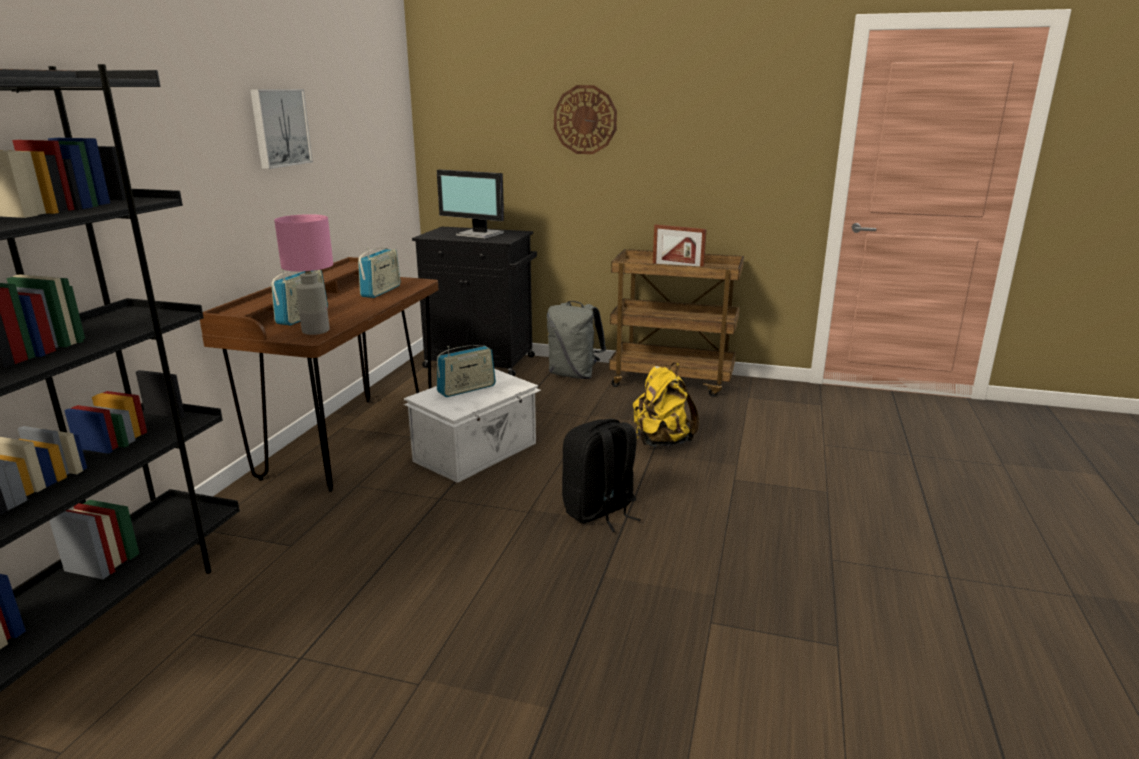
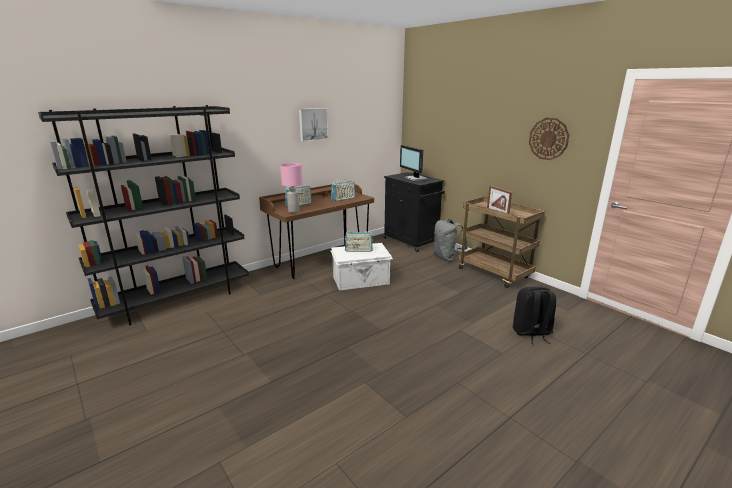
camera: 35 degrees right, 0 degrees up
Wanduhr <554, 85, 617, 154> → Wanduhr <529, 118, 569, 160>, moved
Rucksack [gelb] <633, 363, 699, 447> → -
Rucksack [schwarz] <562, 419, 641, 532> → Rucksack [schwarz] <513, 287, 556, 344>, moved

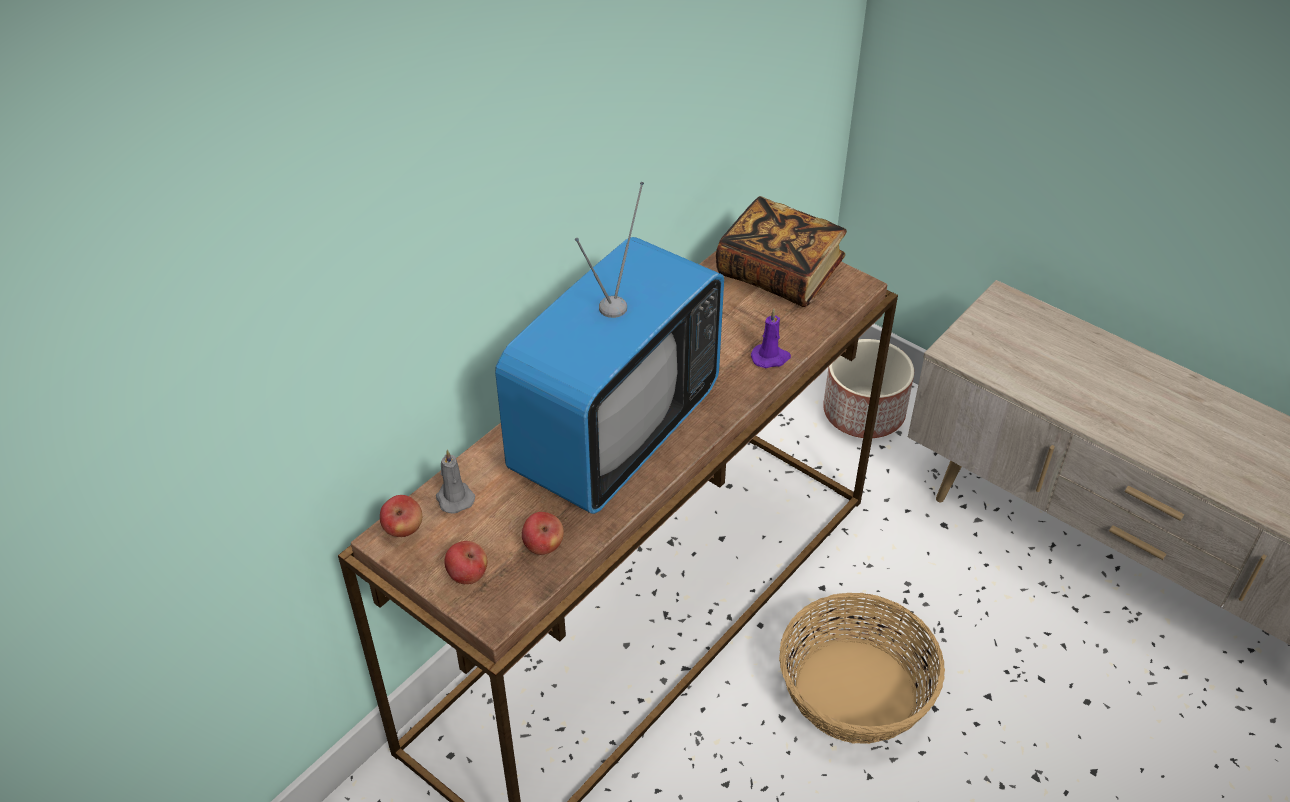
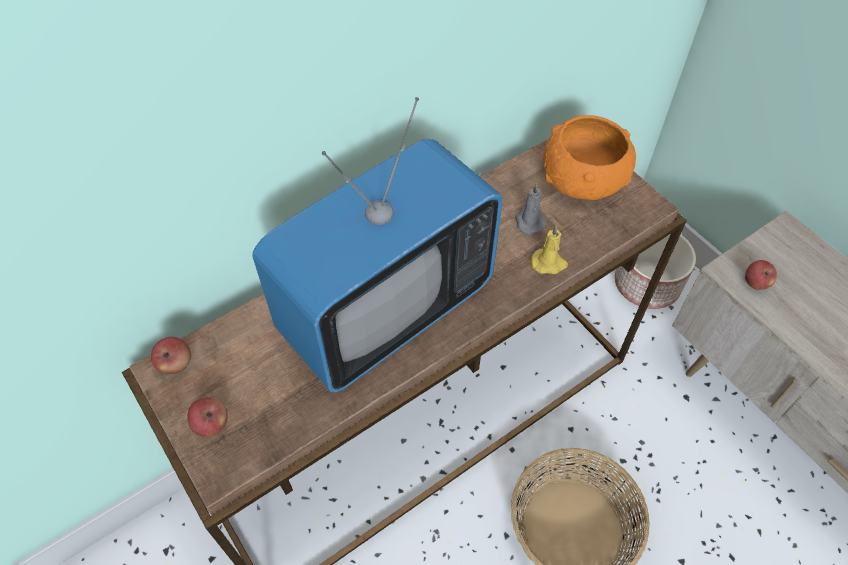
camera: 15 degrees right, 10 degrees up
Buch <716, 196, 847, 307> → Schüssel [orange] <543, 115, 636, 200>
Kerze [lila] <751, 309, 791, 368> → Kerze [gelb] <531, 225, 568, 274>
Kerze [grau] <436, 449, 475, 514> → Kerze [grau] <515, 183, 546, 234>, moved
Apfel <522, 512, 564, 555> → Apfel <745, 260, 777, 290>, moved

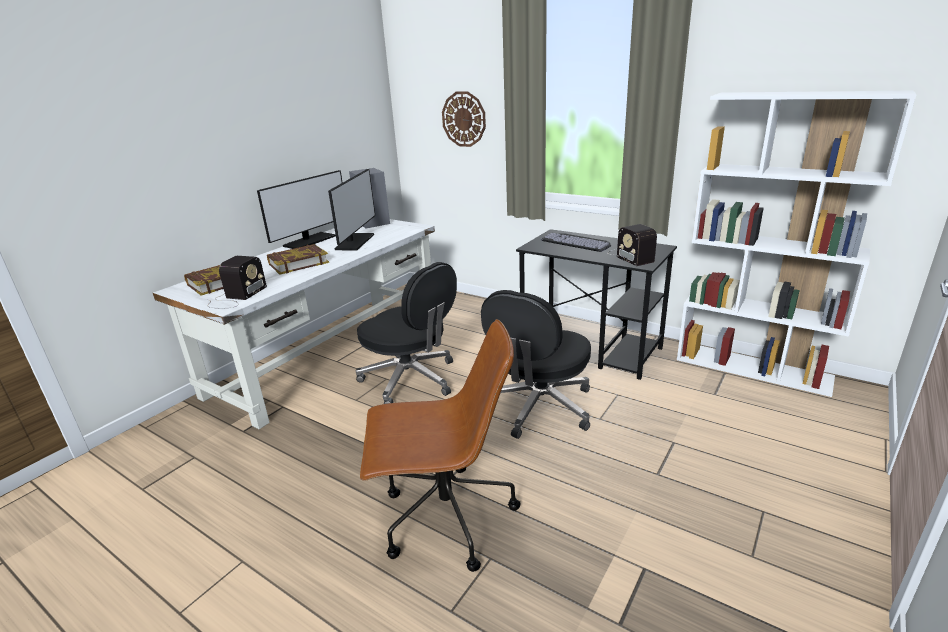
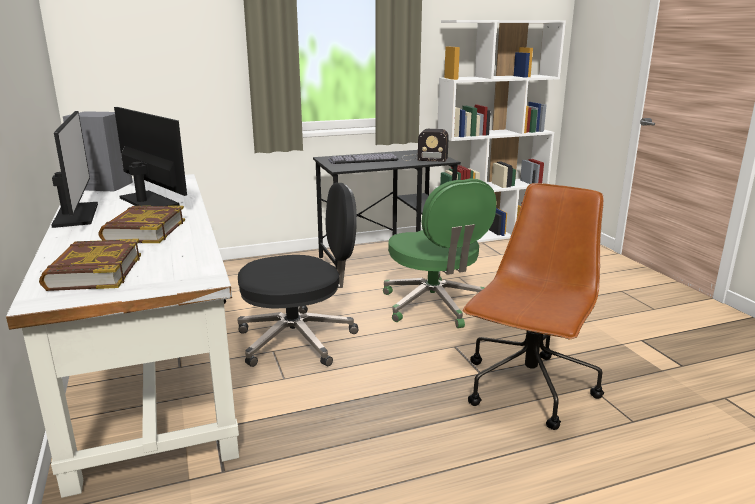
camera: 55 degrees left, 5 degrees down
Wanduhr <442, 91, 486, 147> → -
Radio <206, 256, 267, 308> → -
Bürostuhl [schwarz] <481, 290, 591, 439> → Bürostuhl [grün] <383, 179, 496, 328>

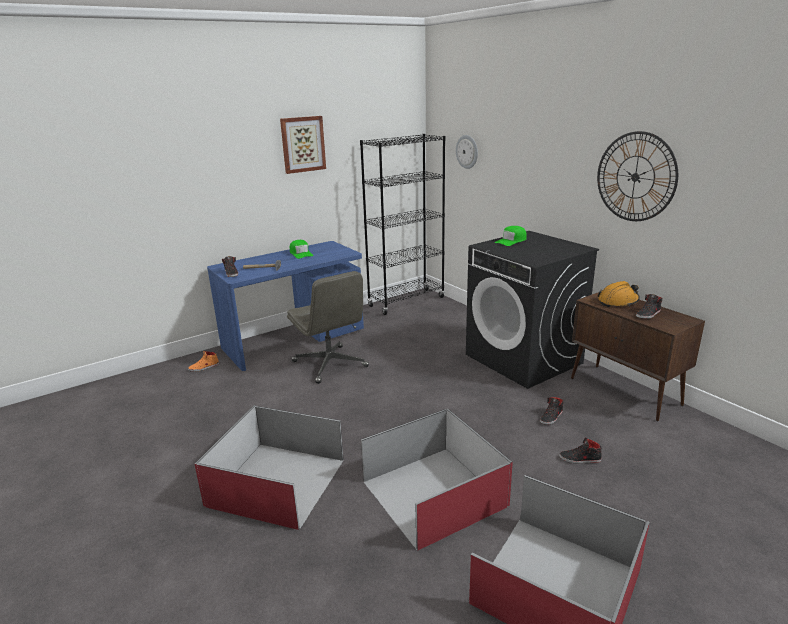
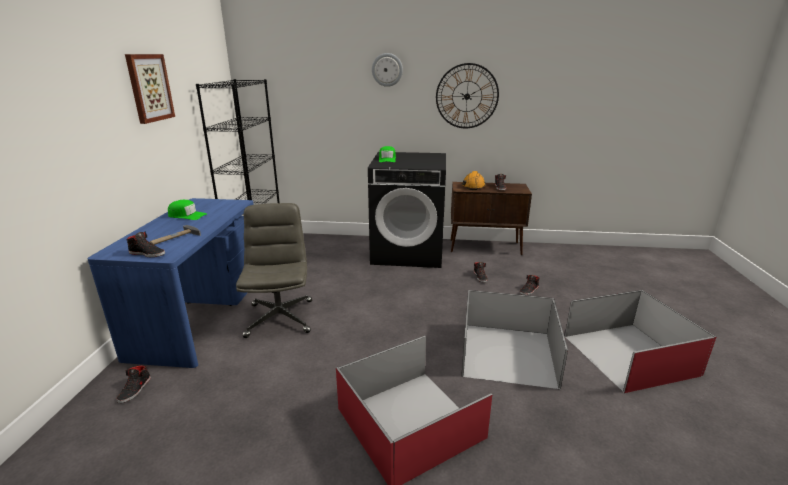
camera: 50 degrees left, 0 degrees up
Wanduhr <456, 135, 478, 169> → Wanduhr <372, 53, 403, 87>, moved
Bürostuhl [grau] <287, 271, 369, 384> → Bürostuhl [grau] <236, 203, 312, 338>, 105 degrees counterclockwise
Schuh [orange] <188, 351, 219, 372> → Schuh [schwarz] <117, 365, 151, 403>

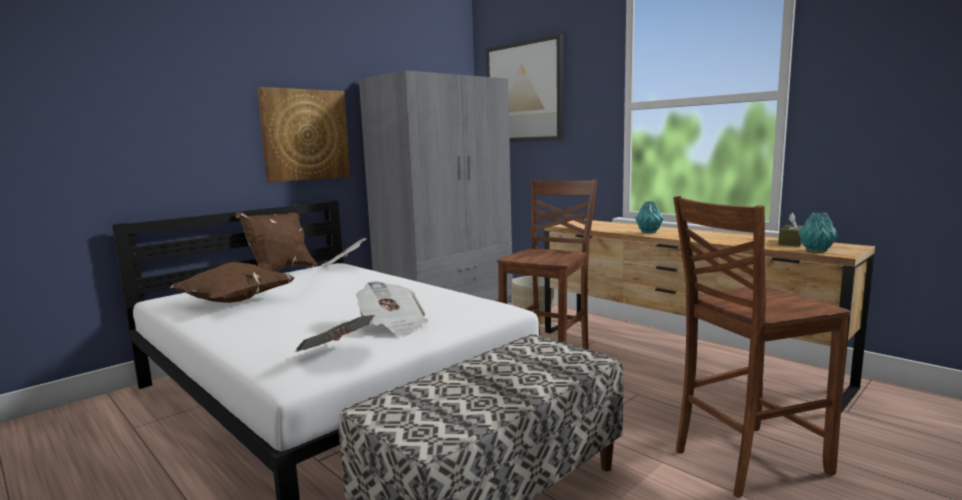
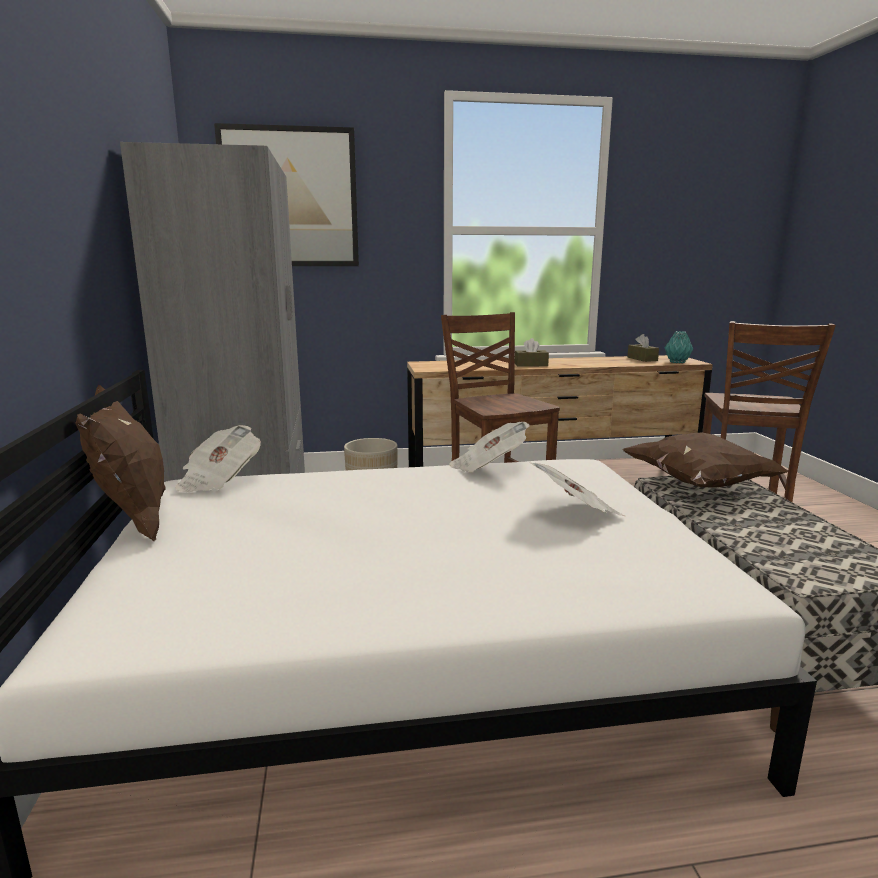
camera: 55 degrees left, 5 degrees up
Bild <257, 87, 350, 182> → -
Vase [türkis] <635, 201, 664, 233> → Taschentuchbox [braun] <515, 338, 549, 367>
Kissen [braun] <169, 262, 295, 303> → Kissen [braun] <622, 433, 789, 488>, moved
Zeitung <295, 315, 374, 352> → Zeitung <449, 422, 530, 473>, moved

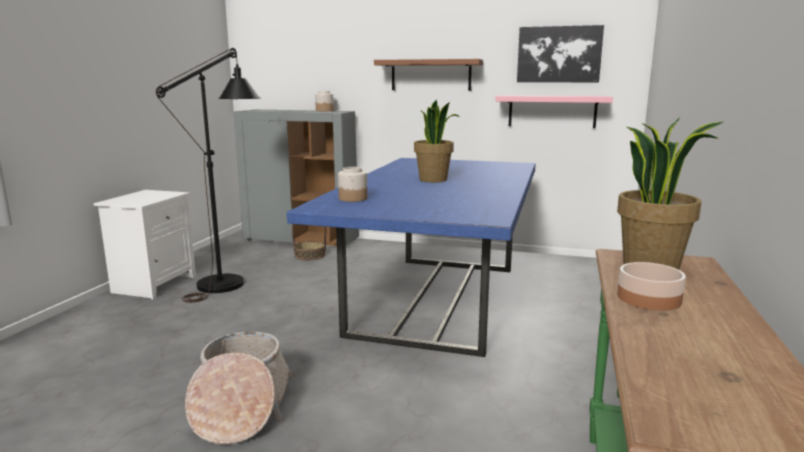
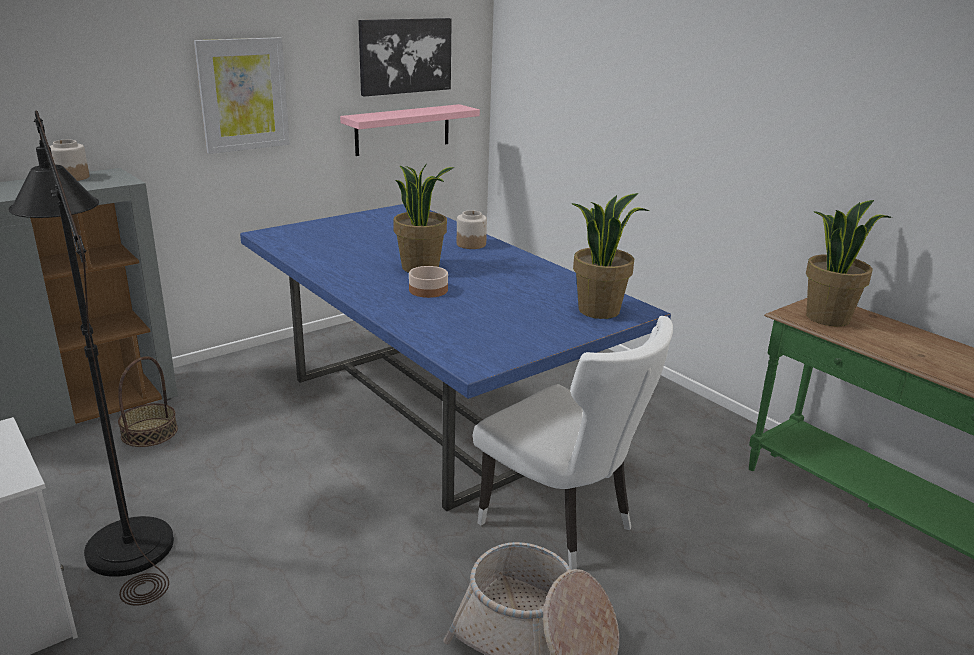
camera: 55 degrees left, 10 degrees up
Wandregal [braun] <374, 59, 483, 91> → Bild <194, 37, 290, 154>
Vorratsglas <338, 167, 367, 202> → Vorratsglas <457, 210, 487, 249>, moved
Schüssel <617, 262, 686, 311> → Schüssel <409, 266, 448, 298>, moved
- → Topfpflanze <571, 193, 649, 319>
- → Stuhl [weiß] <473, 316, 673, 570>

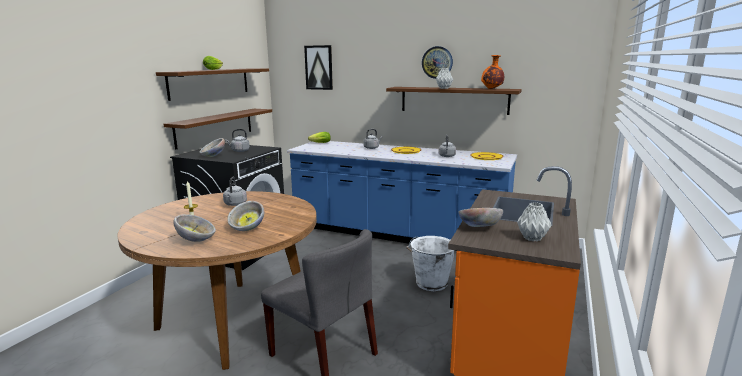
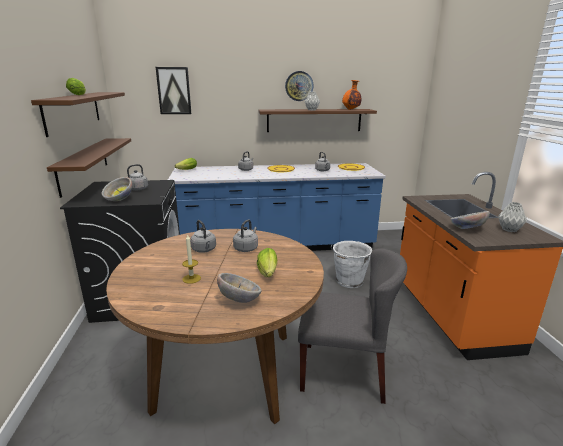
camera: 30 degrees left, 5 degrees up
Schüssel <227, 201, 264, 231> → Salatkopf <257, 248, 277, 277>
- → Wasserkessel [grau] <233, 219, 258, 252>

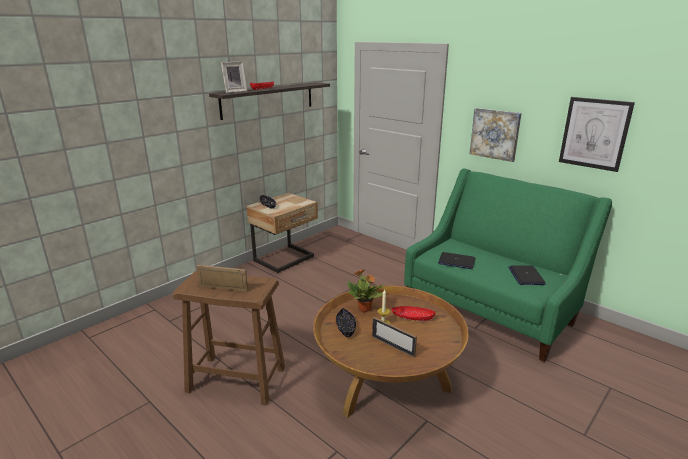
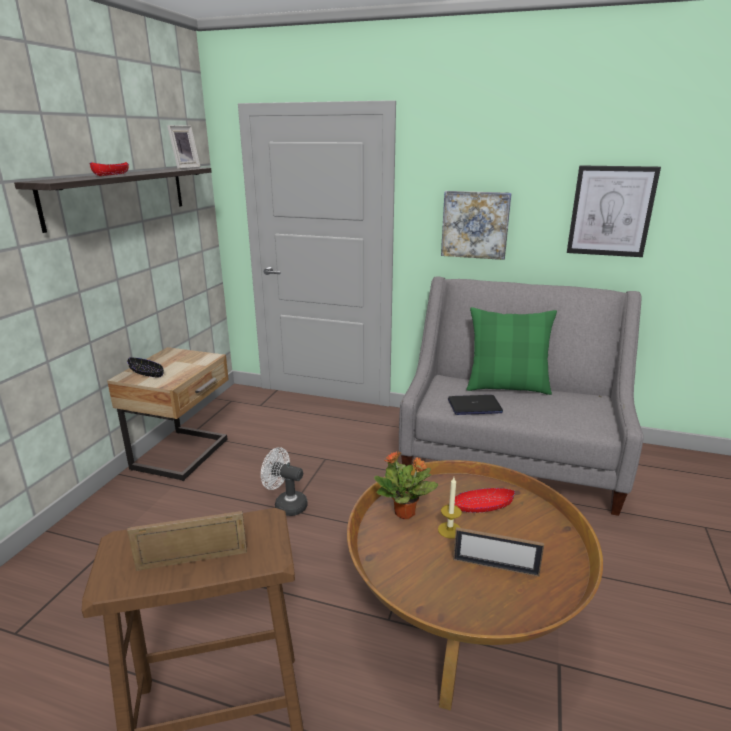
camera: 25 degrees left, 0 degrees up
Bilderrahmen <221, 61, 247, 93> → Bilderrahmen <167, 125, 200, 169>, moved
Sofa [grün] <404, 169, 612, 362> → Sofa [grau] <399, 276, 644, 516>
Laptop <508, 265, 545, 285> → -
Schüssel [schwarz] <336, 308, 356, 338> → -
- → Kissen [grün] <466, 307, 557, 395>
- → Ventilator [weiß] <261, 447, 308, 516>

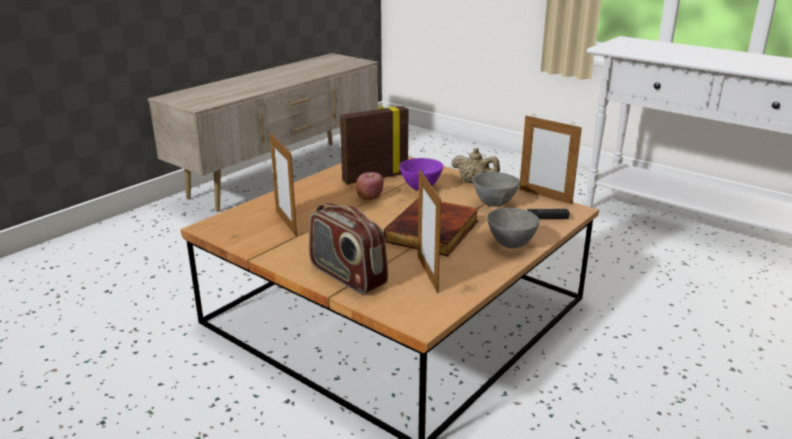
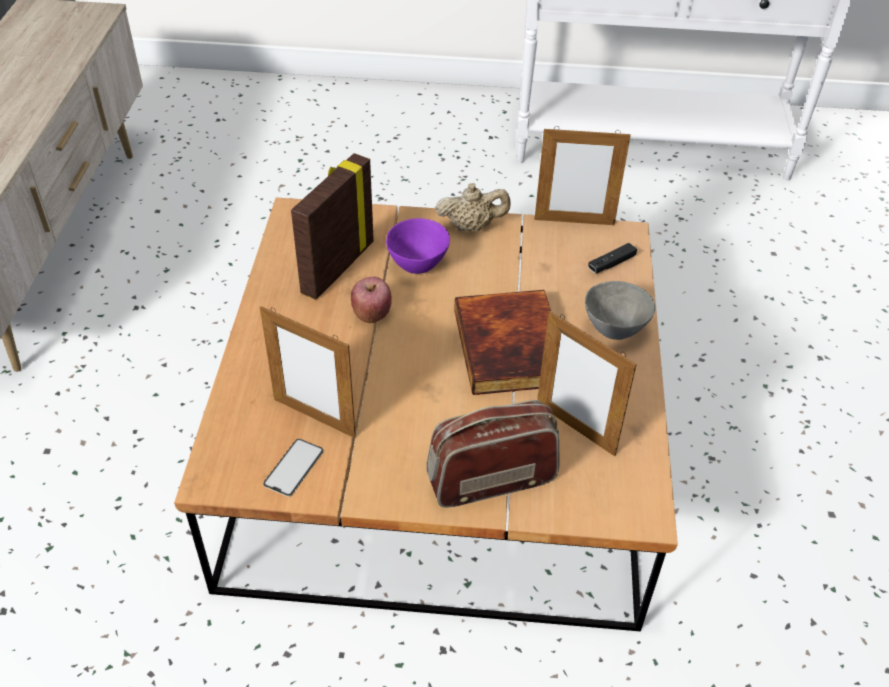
camera: 35 degrees left, 20 degrees up
Schüssel [grau] <473, 172, 520, 207> → -
Radio <309, 202, 388, 294> → Radio <426, 400, 560, 508>, 150 degrees clockwise
- → Handy <263, 439, 324, 497>

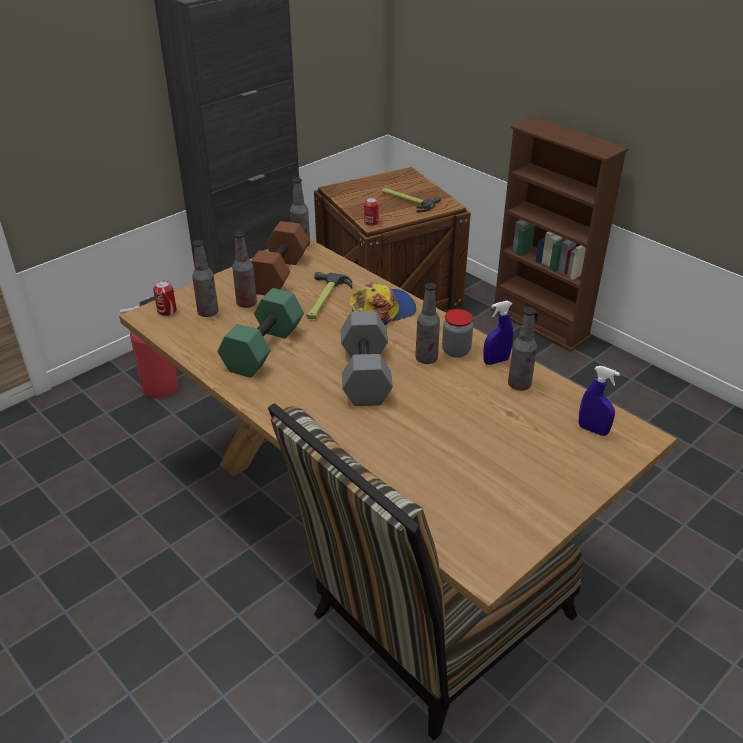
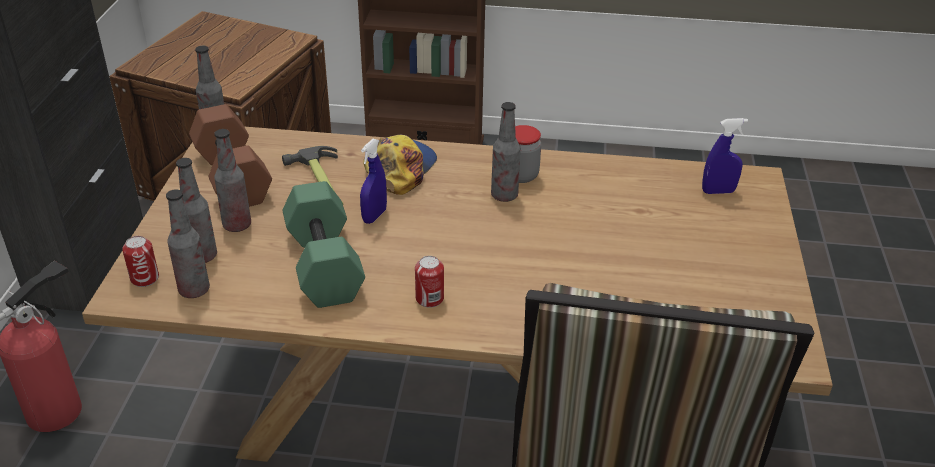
camera: 40 degrees left, 0 degrees up
Hammer <382, 188, 441, 212> → -
Dose <364, 198, 379, 226> → Dose <415, 256, 444, 308>, moved
Sprühflasche [blau] <483, 301, 513, 365> → Sprühflasche [blau] <360, 139, 387, 224>, moved
Flasche <508, 307, 537, 391> → Flasche <166, 189, 210, 298>, moved
Hantel [grau] <341, 311, 393, 406> → -

